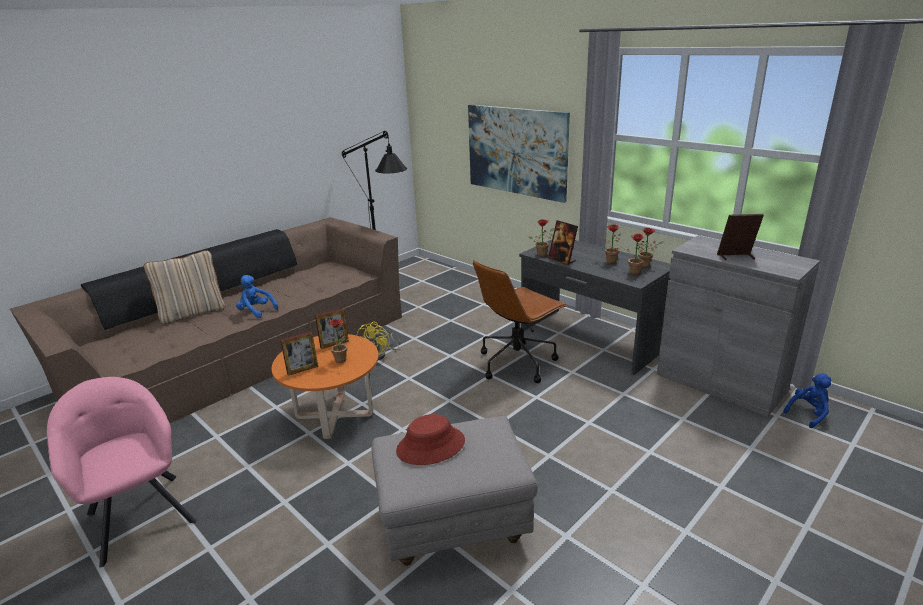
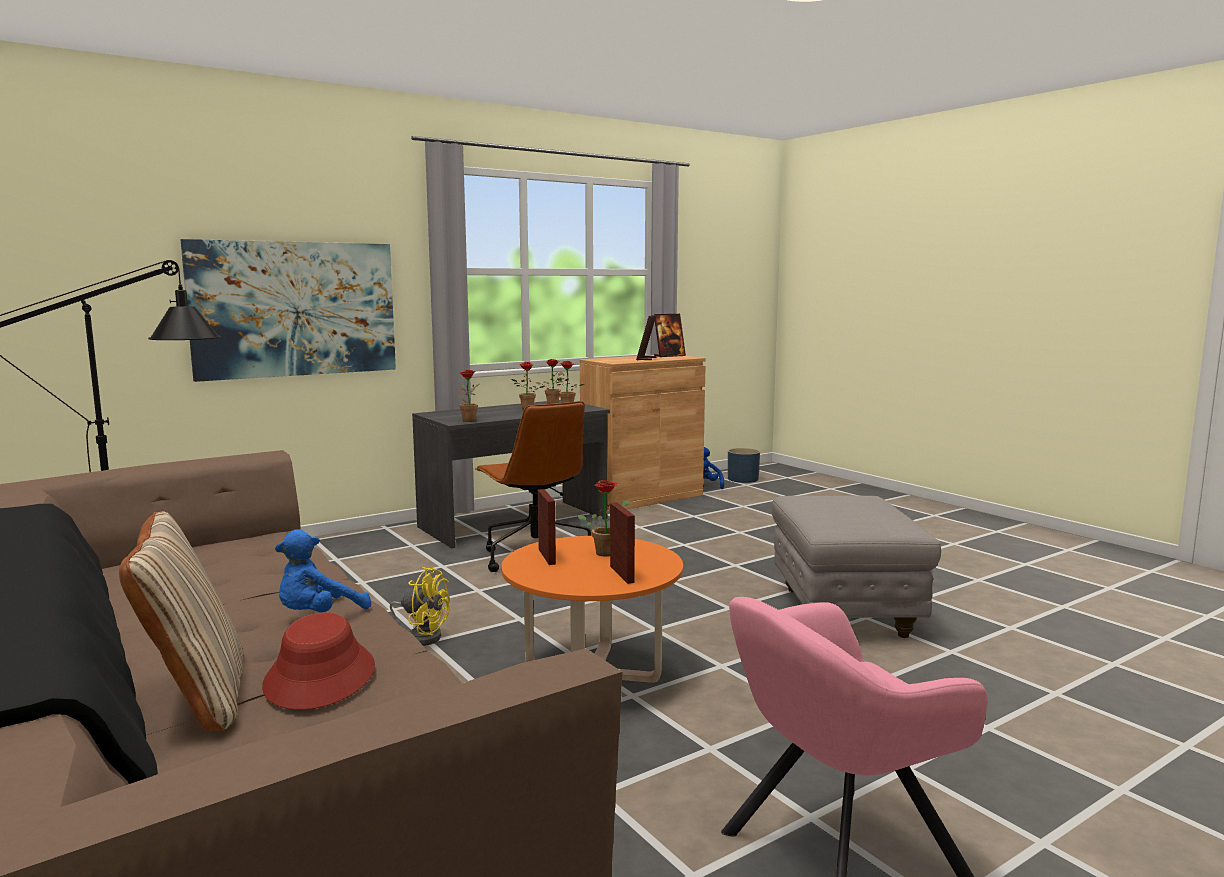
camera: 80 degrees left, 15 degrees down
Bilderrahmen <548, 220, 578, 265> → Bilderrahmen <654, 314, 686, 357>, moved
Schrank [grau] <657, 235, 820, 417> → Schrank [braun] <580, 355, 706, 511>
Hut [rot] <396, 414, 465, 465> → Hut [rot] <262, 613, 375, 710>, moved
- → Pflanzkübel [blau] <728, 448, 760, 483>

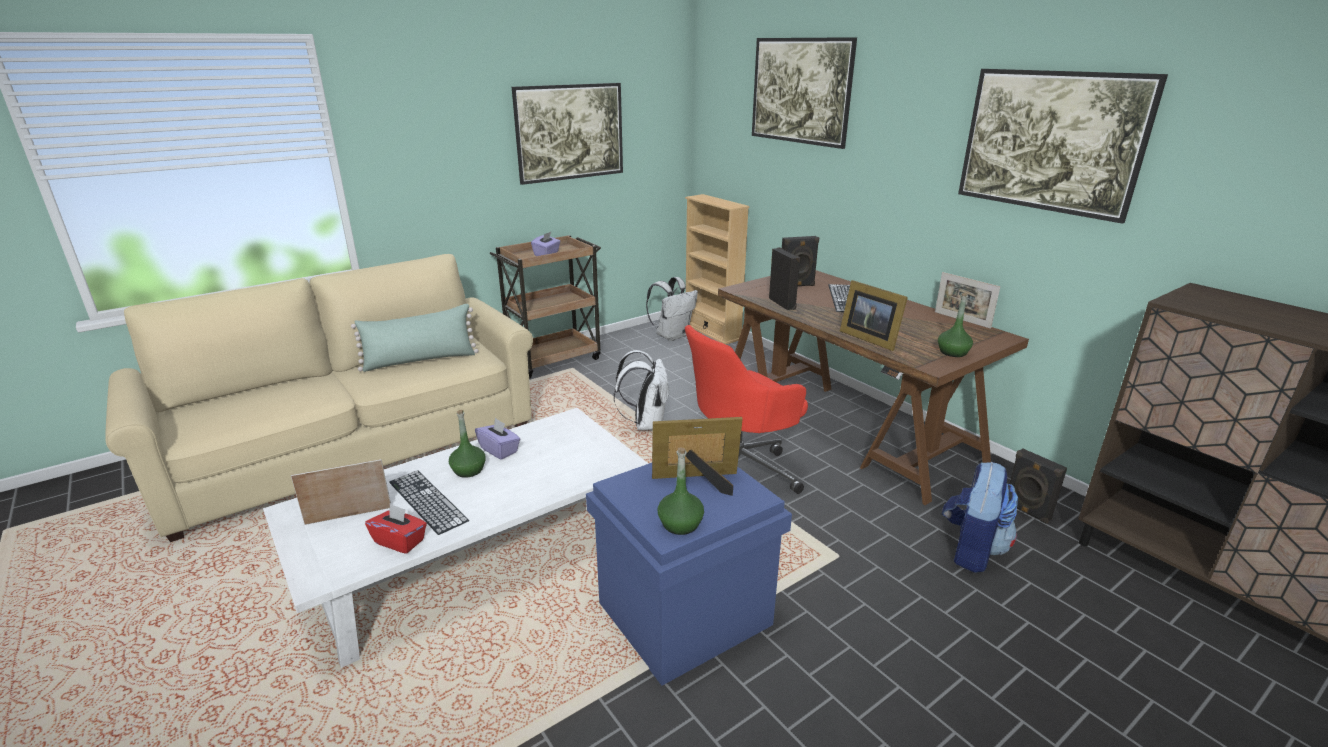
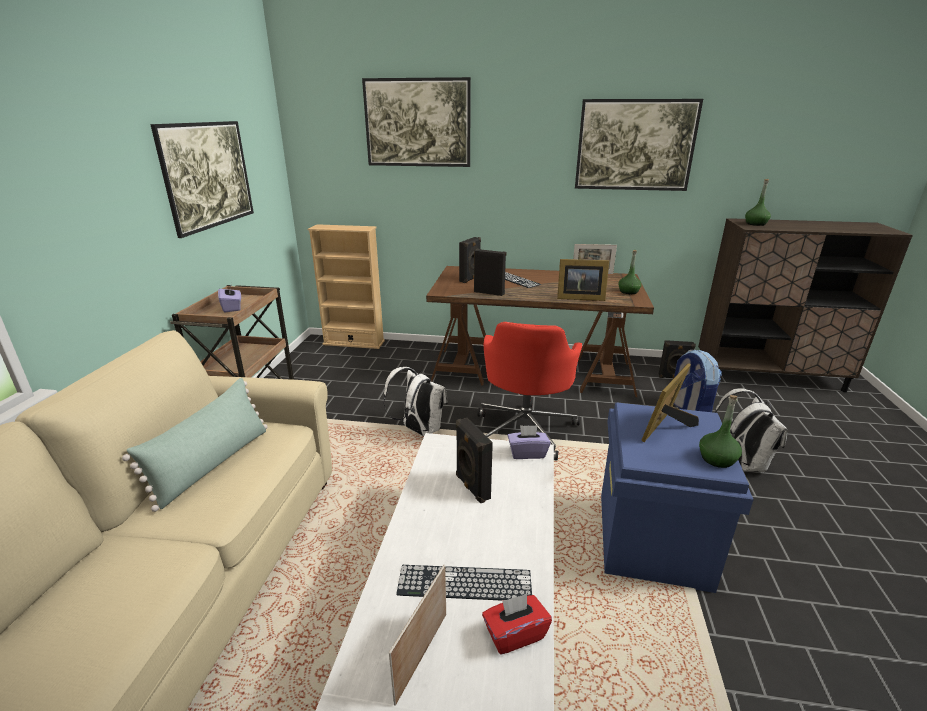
camera: 45 degrees left, 0 degrees up
Rucksack [weiß] <646, 277, 698, 341> → Rucksack [weiß] <713, 388, 788, 472>, moved
Flasche [grün] <449, 410, 486, 478> → Flasche [grün] <745, 179, 771, 226>, moved
Taschentuchbox [lila] <475, 418, 520, 460> → Taschentuchbox [lila] <508, 425, 551, 459>, moved
- → Lautsprecher [schwarz] <456, 418, 493, 503>

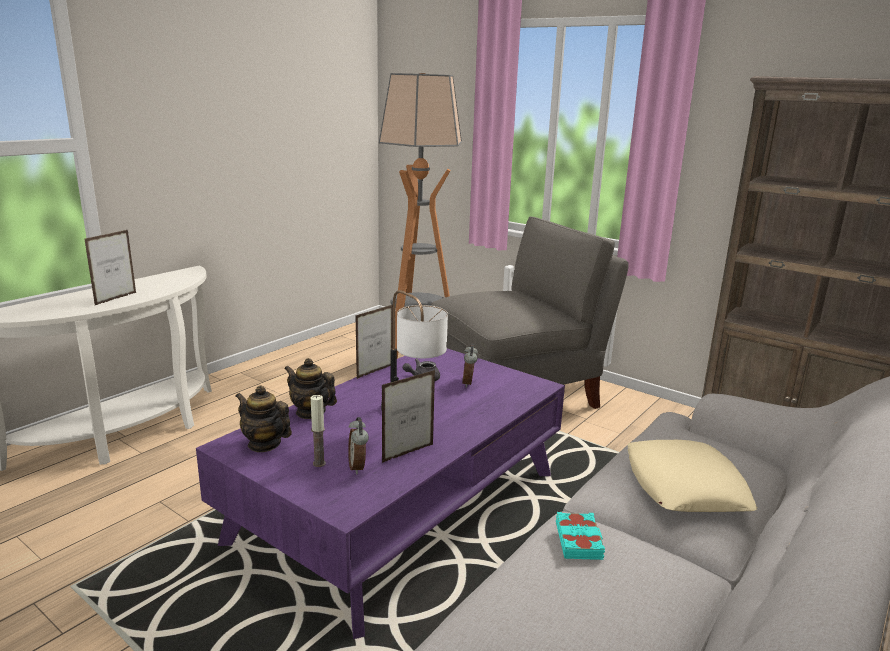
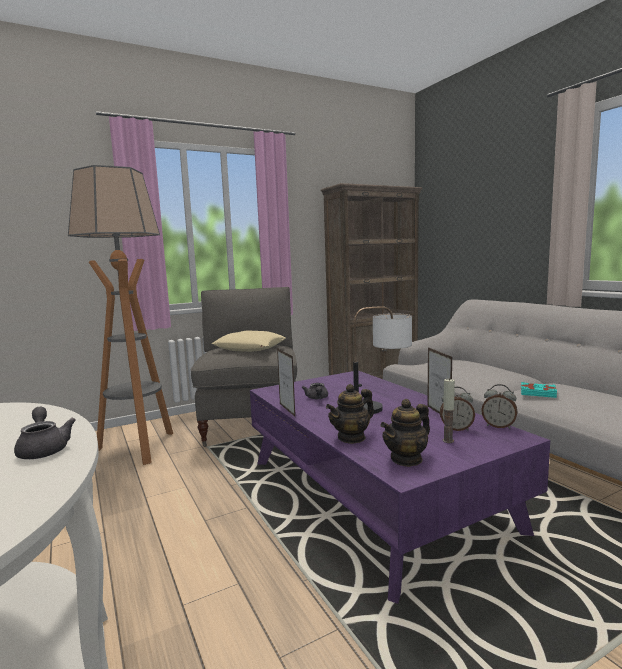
camera: 65 degrees left, 10 degrees down
Bilderrahmen <84, 230, 136, 305> → Teekanne [grau] <14, 407, 76, 459>
Wecker <462, 344, 478, 388> → Wecker <481, 384, 517, 429>, moved
Kissen [beige] <627, 440, 757, 512> → Kissen [beige] <212, 330, 286, 352>, moved

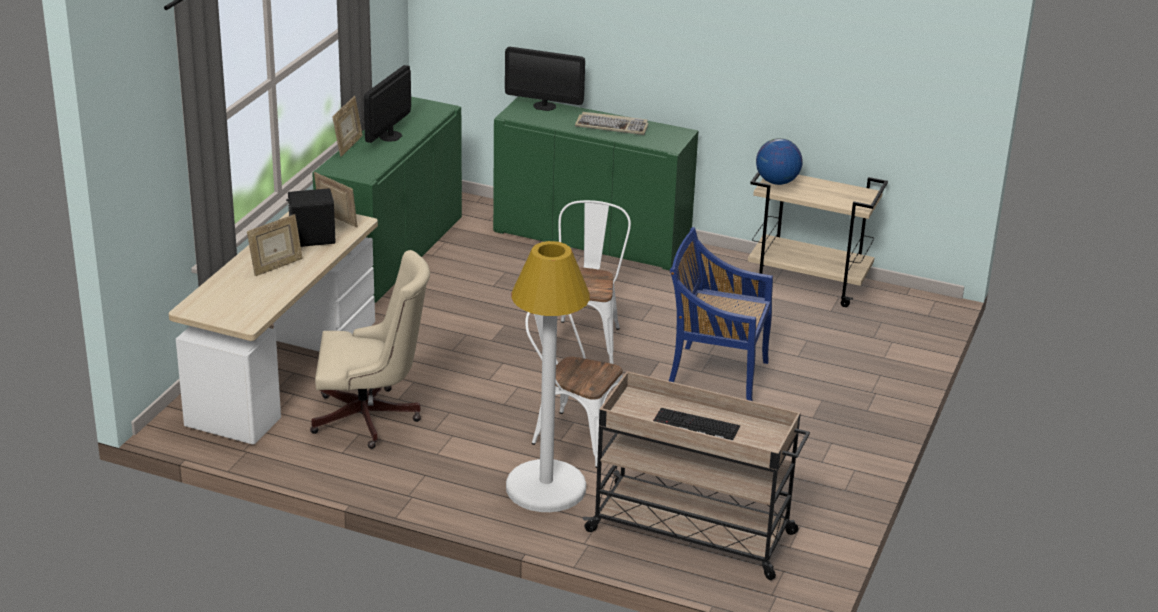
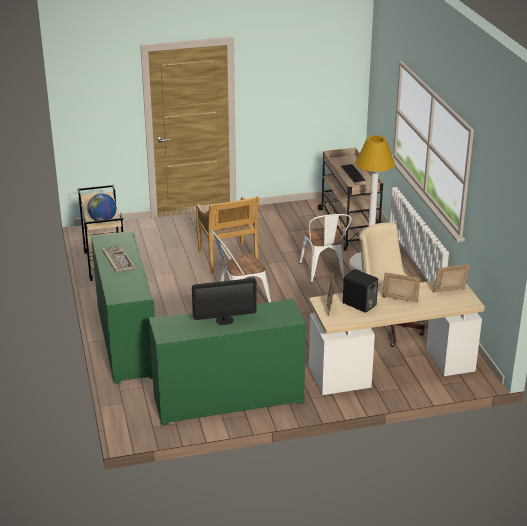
camera: 125 degrees left, 0 degrees up
Monitor <505, 47, 585, 111> → -
Bilderrahmen <333, 96, 363, 157> → Bilderrahmen <433, 264, 470, 293>, moved
Stuhl [blau] <669, 227, 773, 401> → Stuhl [beige] <196, 196, 259, 274>

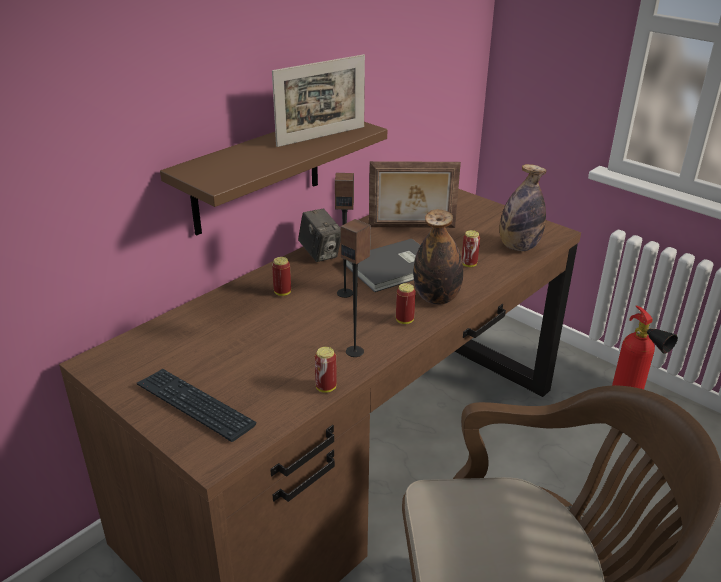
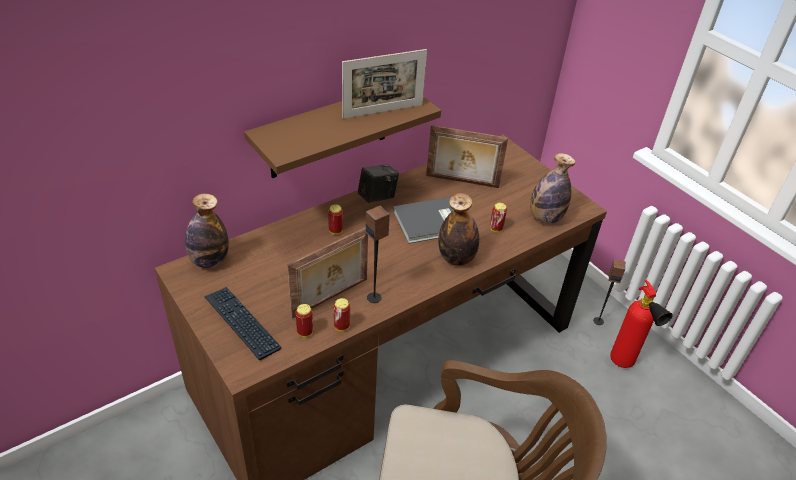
camera: 10 degrees right, 10 degrees up
Lautsprecher <335, 173, 354, 298> → Lautsprecher <593, 259, 625, 325>, moved
Kamera <298, 209, 341, 262> → Kamera <358, 164, 399, 203>, 105 degrees counterclockwise
Dose <396, 283, 416, 324> → Dose <296, 304, 313, 337>, moved
- → Flasche <185, 194, 229, 268>
- → Bilderrahmen <288, 227, 368, 318>

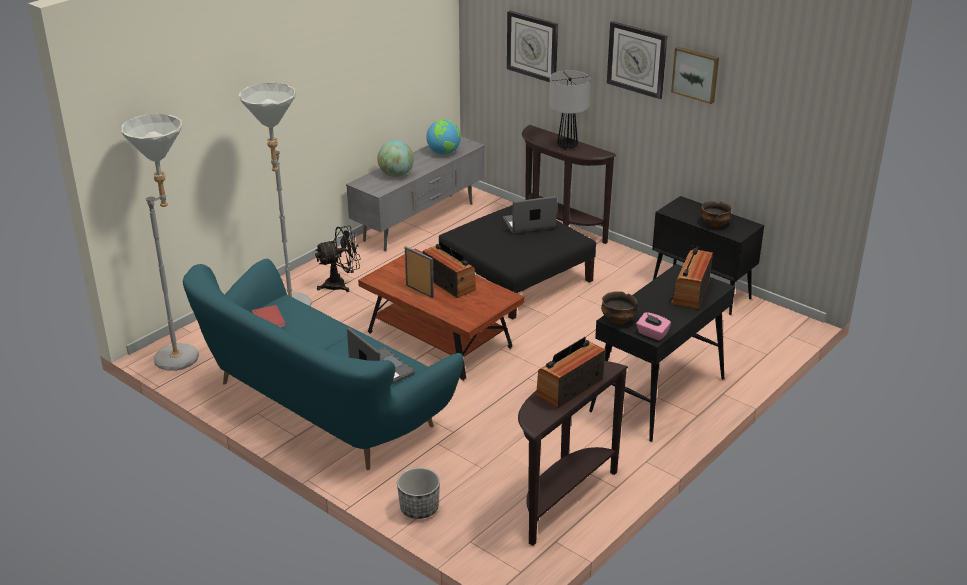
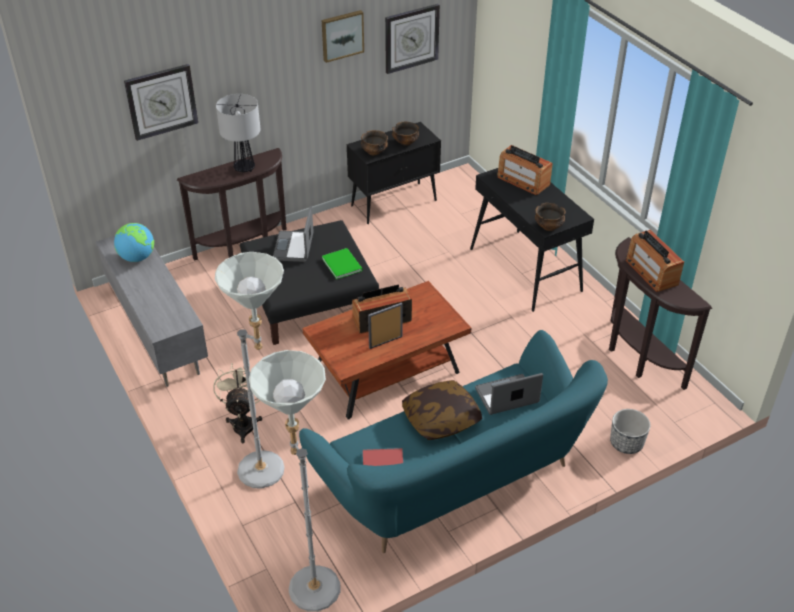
camera: 70 degrees left, 10 degrees up
Wanduhr <607, 21, 667, 99> → Wanduhr <385, 4, 440, 74>, moved
Globus <377, 140, 414, 177> → -
Ventilator [schwarz] <315, 226, 361, 292> → Ventilator [beige] <213, 363, 262, 443>
Taschentuchbox [rosa] <636, 312, 671, 341> → -
- → Schüssel <361, 130, 388, 155>
- → Buch [grün] <322, 248, 363, 279>
- → Kissen <402, 380, 482, 440>

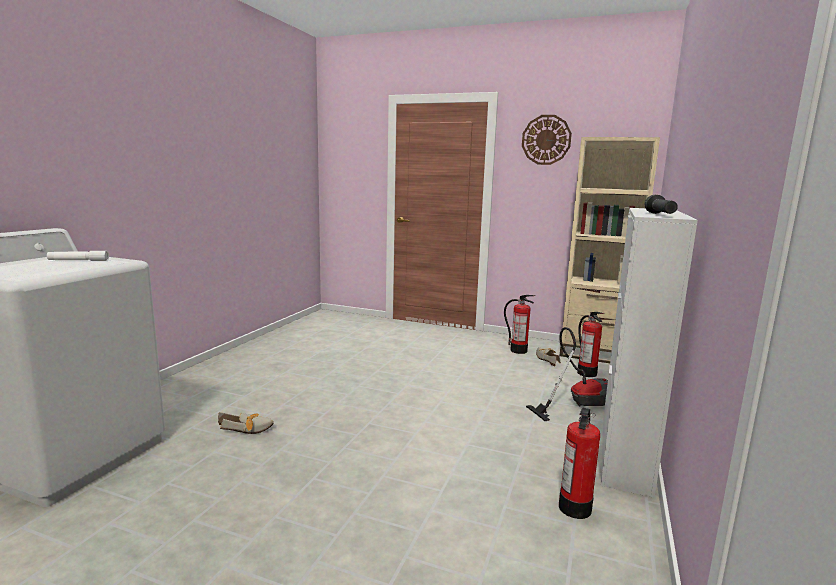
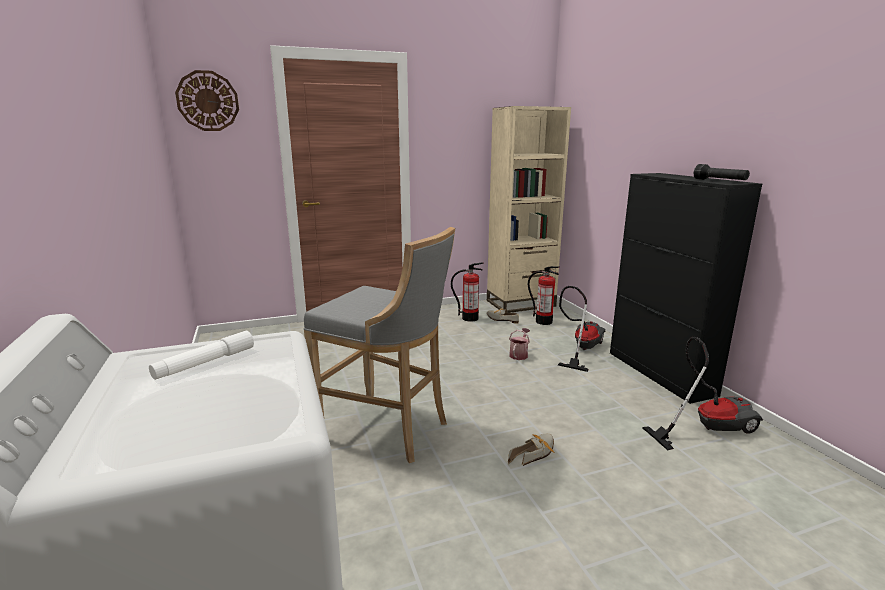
camera: 40 degrees left, 5 degrees up
Wanduhr <522, 115, 572, 165> → Wanduhr <175, 70, 239, 131>, moved
Schrank [weiß] <601, 208, 698, 498> → Schrank [schwarz] <610, 173, 762, 404>
Feuerlöscher <559, 408, 600, 519> → Staubsauger <642, 337, 763, 451>
Schuh <218, 412, 274, 434> → Schuh <508, 433, 555, 466>, moved
- → Hocker [grau] <304, 227, 455, 463>
- → Gießkanne <509, 328, 530, 360>

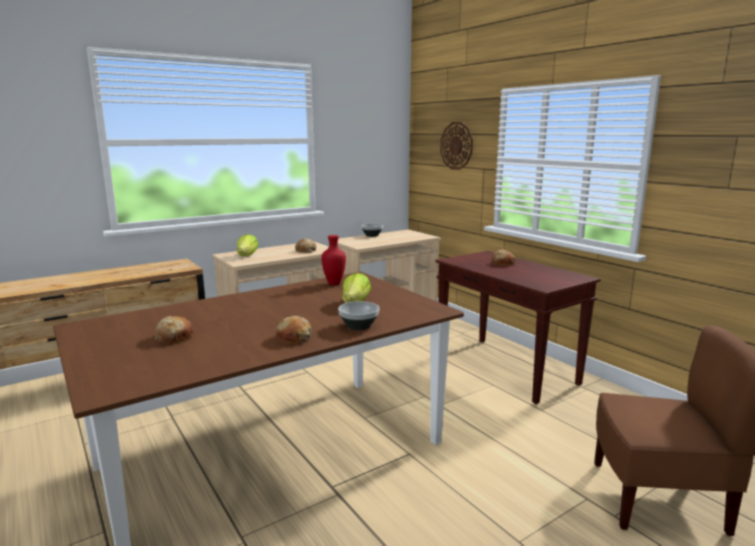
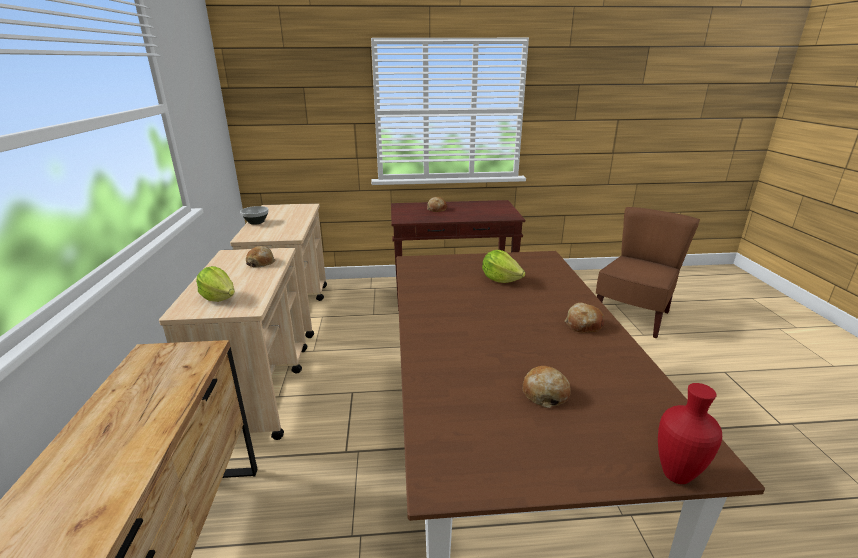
camera: 60 degrees left, 10 degrees up
Wanduhr <440, 122, 473, 170> → -
Vase [rot] <322, 235, 346, 285> → Vase [rot] <658, 383, 722, 484>, moved
Schüssel <338, 301, 379, 330> → -

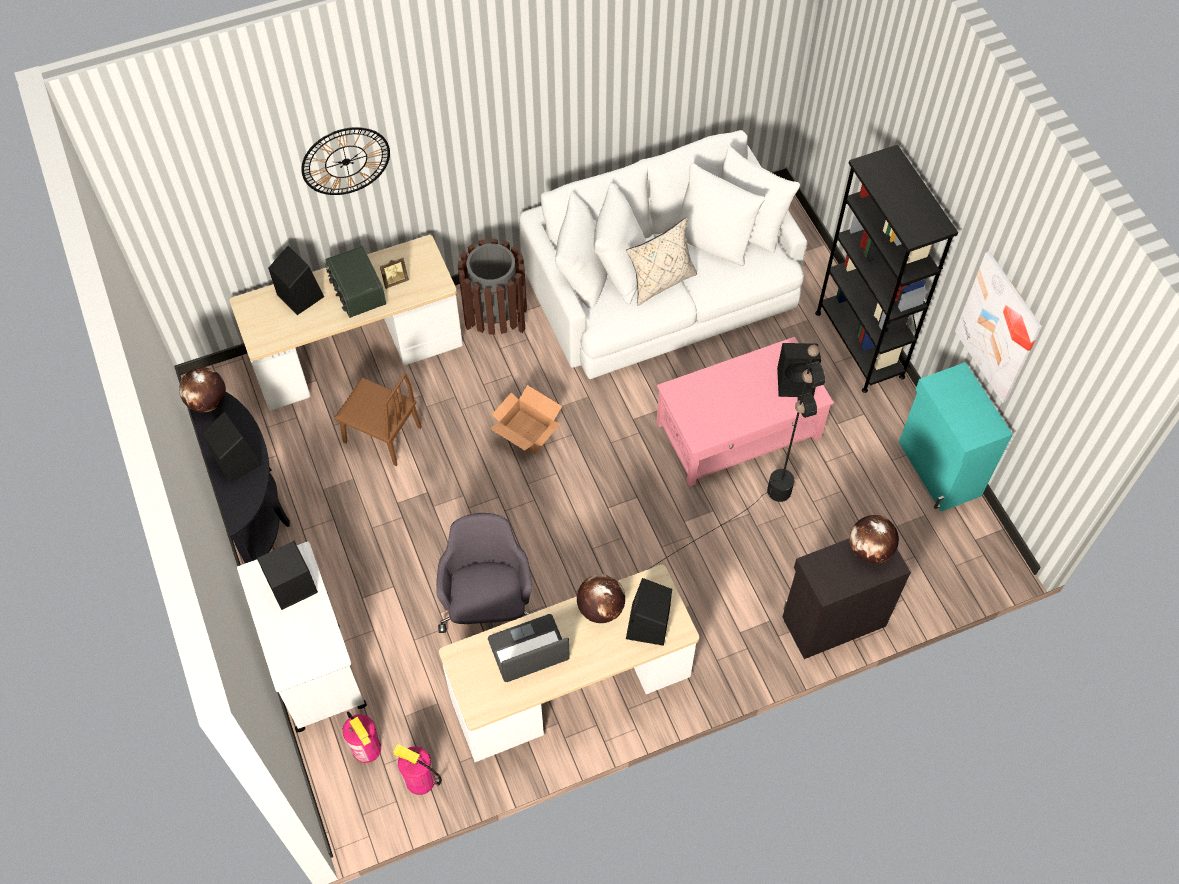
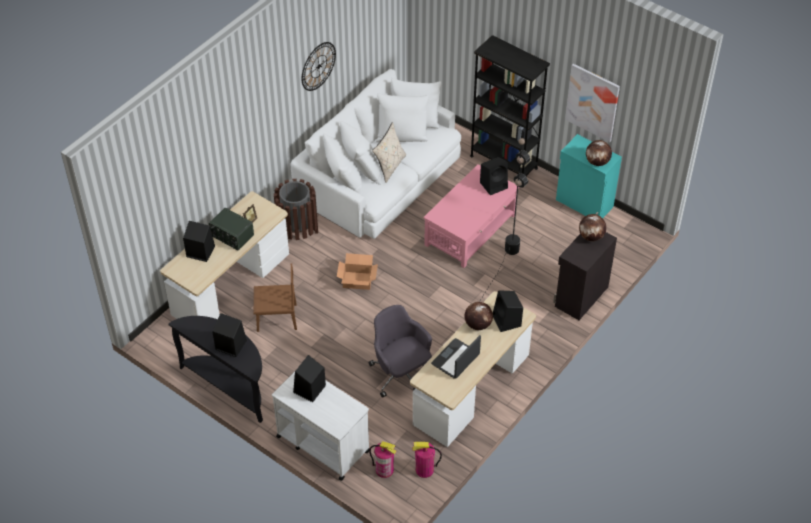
camera: 30 degrees left, 10 degrees down
Wanduhr <301, 127, 390, 195> → Wanduhr <301, 42, 336, 91>, moved
Globus <179, 367, 226, 412> → Globus <586, 140, 612, 166>, moved

